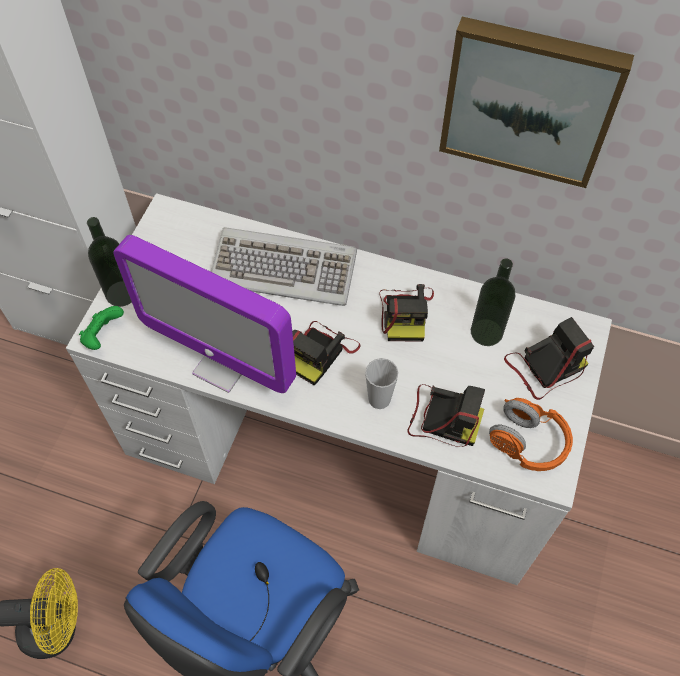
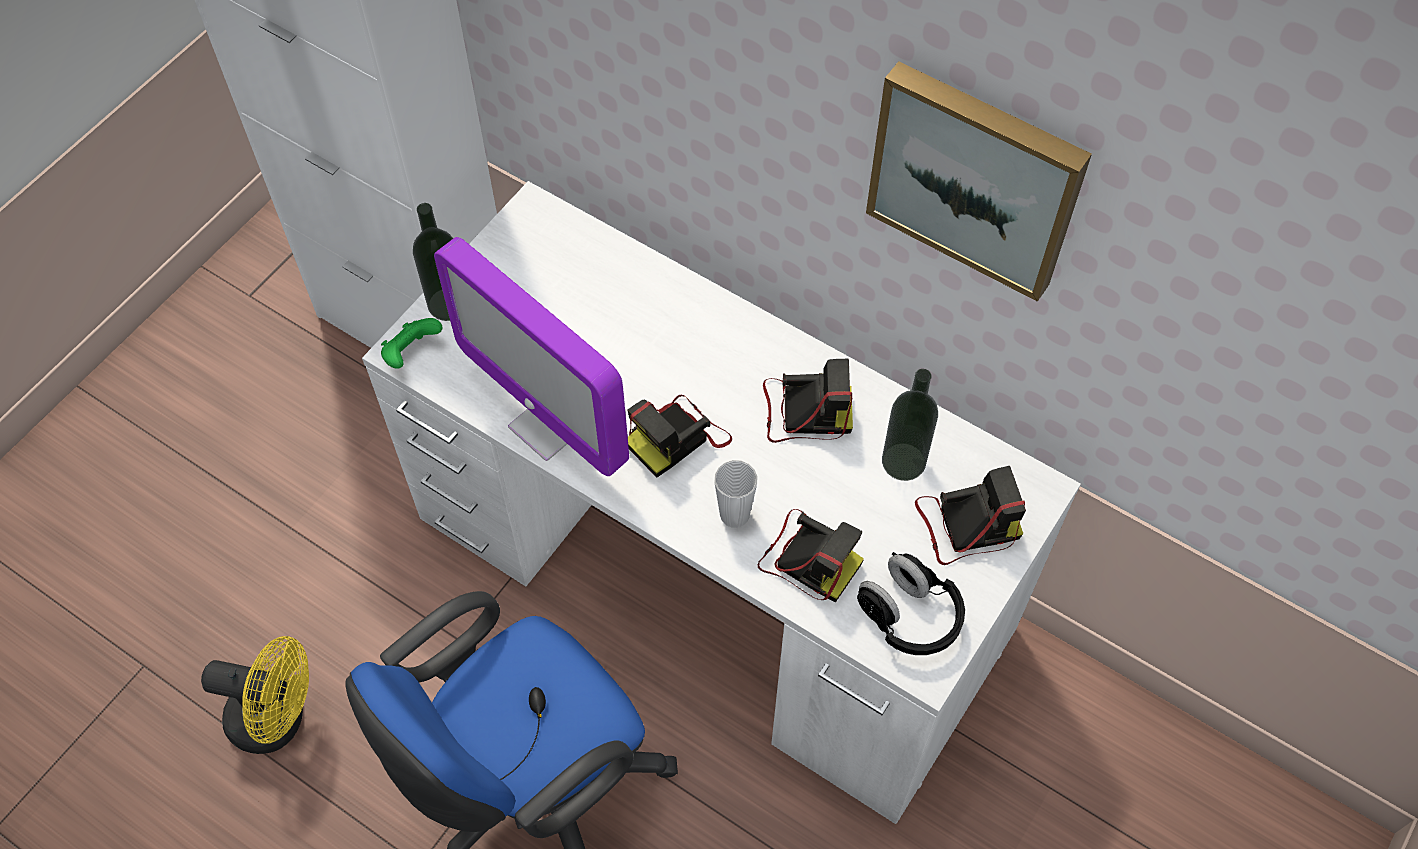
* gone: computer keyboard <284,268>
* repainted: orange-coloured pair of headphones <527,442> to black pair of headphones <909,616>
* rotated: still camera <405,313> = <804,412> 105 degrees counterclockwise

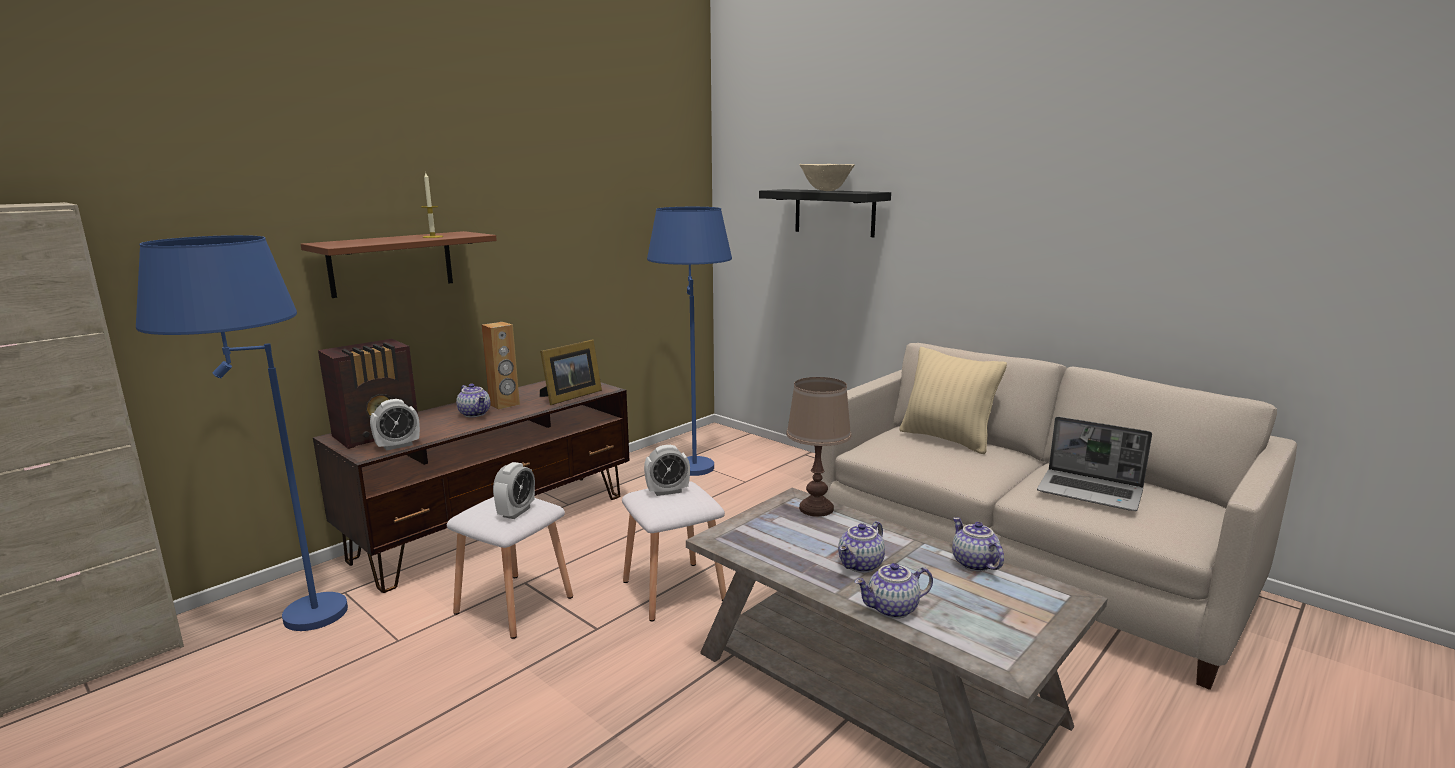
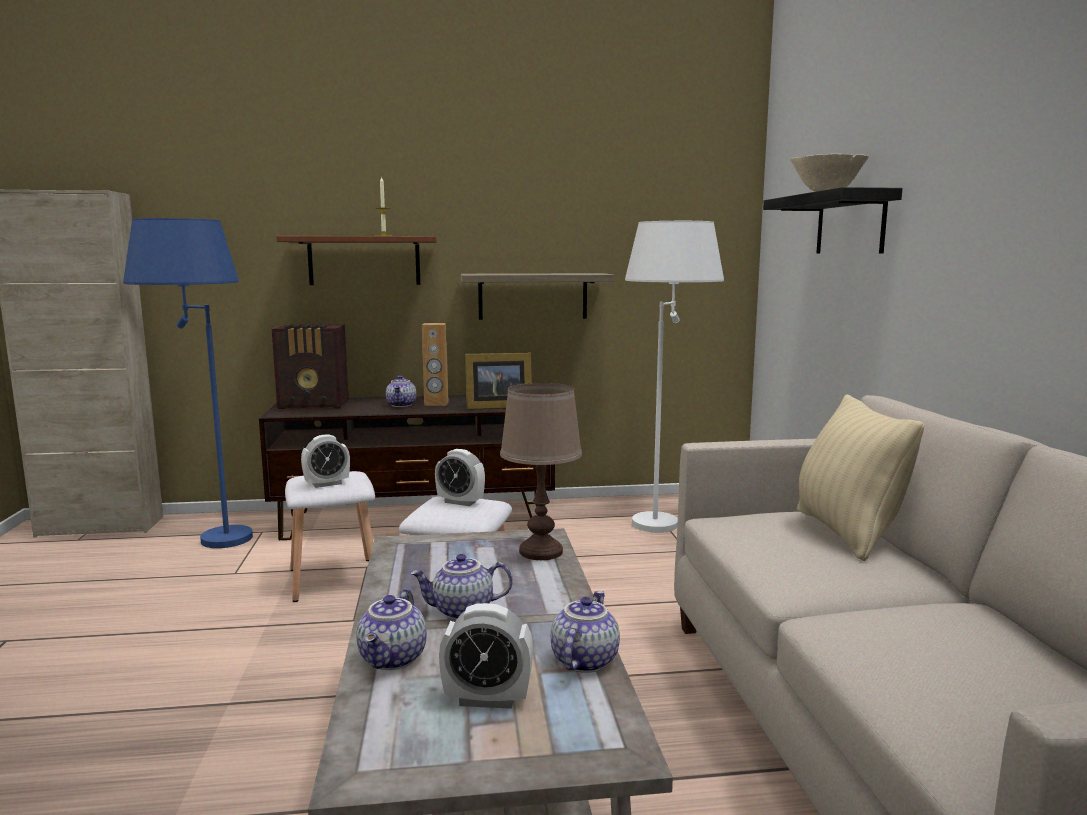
* gone: laptop <1091,492>
* new: wall shelf <533,296>
* shifted: bedside clock <398,446> to <487,699>
* repainted: blue-coloured standard lamp <693,459> to white standard lamp <665,517>
* rotated: teapot <892,609> = <394,659> 105 degrees counterclockwise

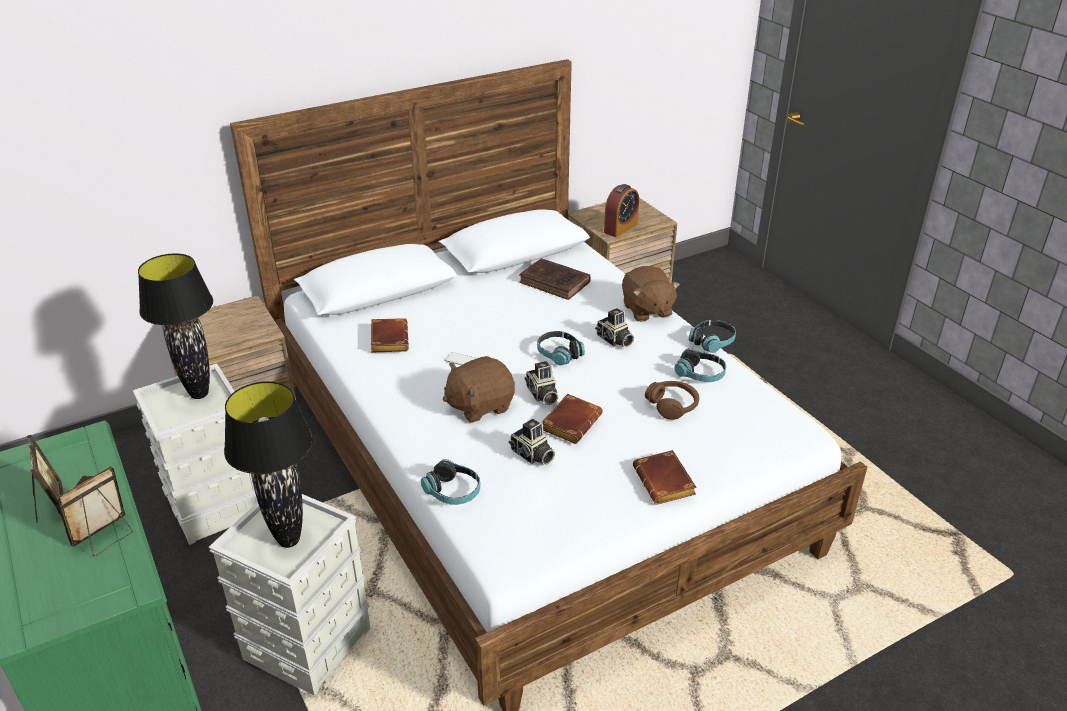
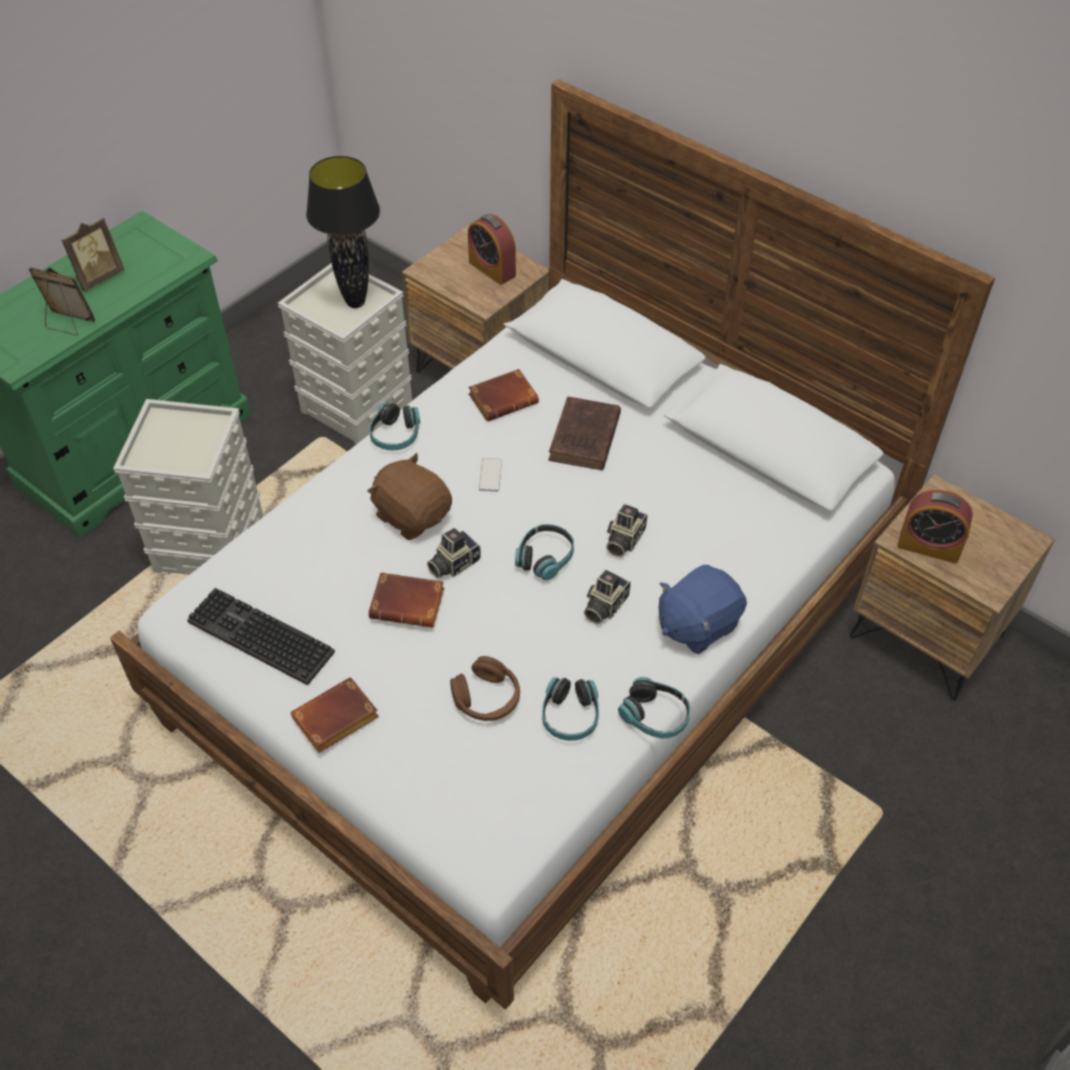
* gone: black lamp for a table <289,540>
* new: computer keyboard <257,638>
* new: bedside clock <492,269>
* shifted: pair of headphones <453,491> to <395,435>
* shifted: still camera <532,455> to <623,540>
* shifted: brownish bound book <556,283> to <584,439>
* repainted: brownish soft toy <646,310> to blue-coloured soft toy <697,624>

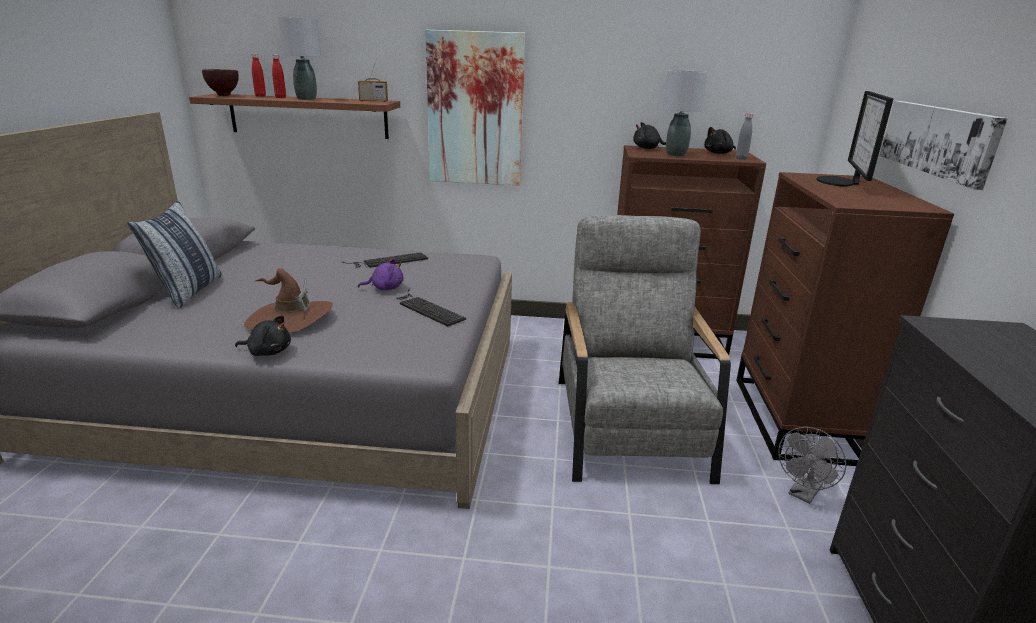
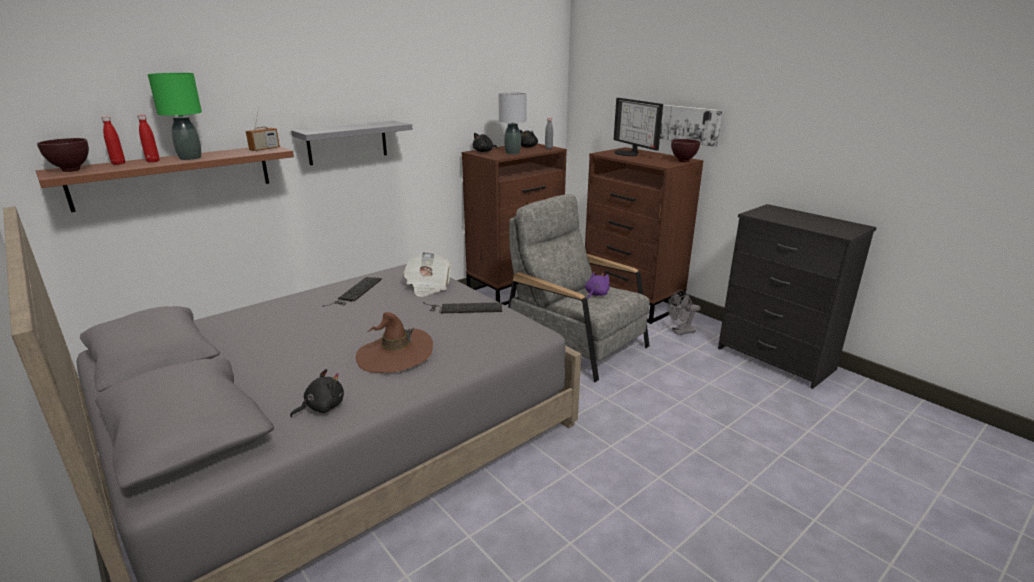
* gone: throw pillow <188,291>
* new: newspaper <428,286>
* new: brownish bowl <684,161>
* shifted: black soft toy <268,352> to <322,407>
* shifted: purplish soft toy <385,288> to <596,294>
* swapped: wall picture <475,110> to gray wall shelf <347,142>
* repainted: gray lamp for a table <307,99> to green lamp for a table <190,158>
* rotated: gray cooling fan <803,494> = <680,332> 75 degrees clockwise

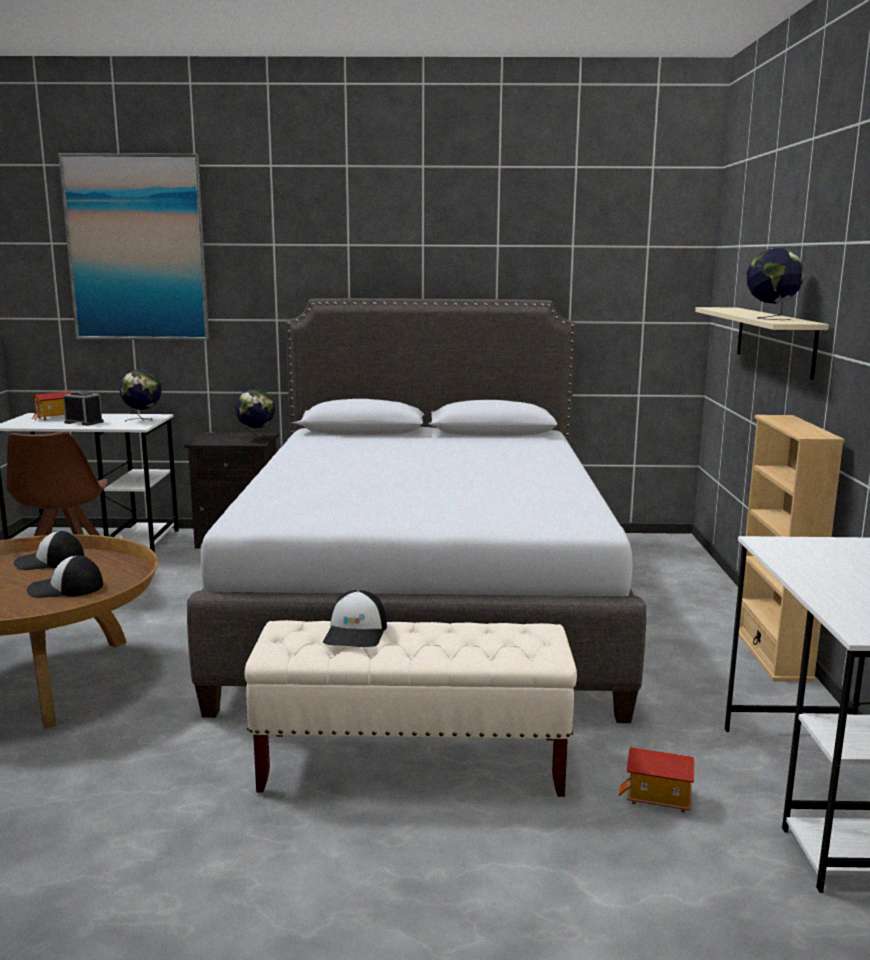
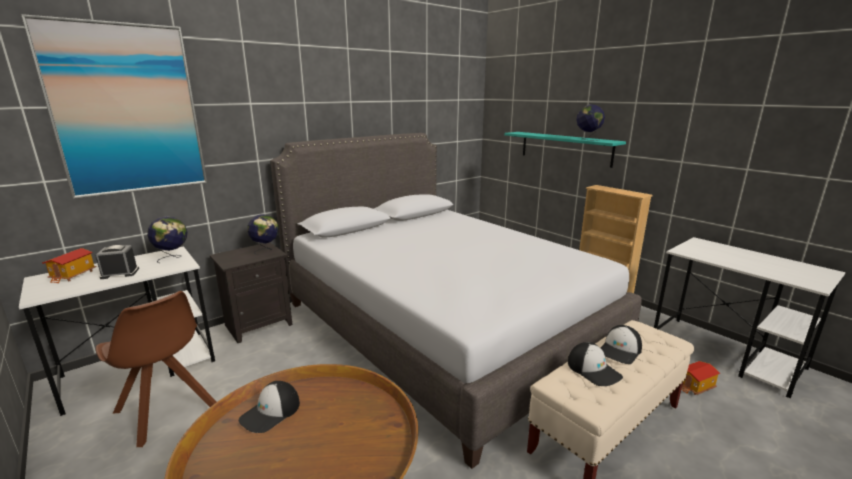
* shifted: cap <65,588> to <620,350>
* repainted: beige-coloured wall shelf <774,340> to turquoise wall shelf <565,148>

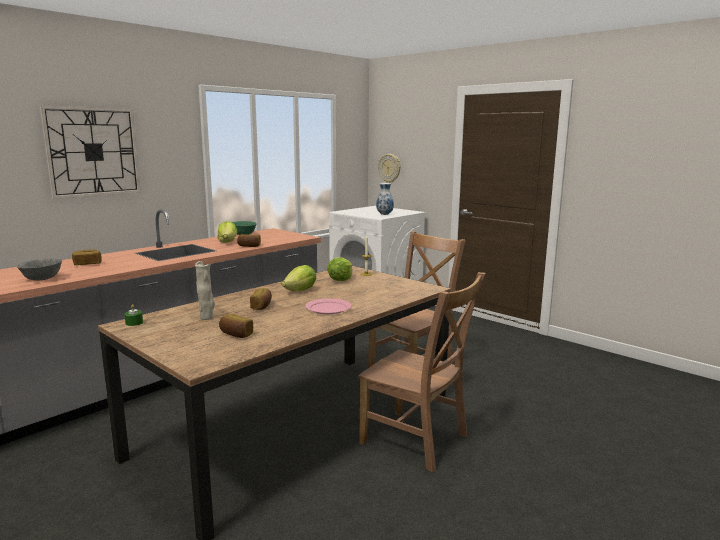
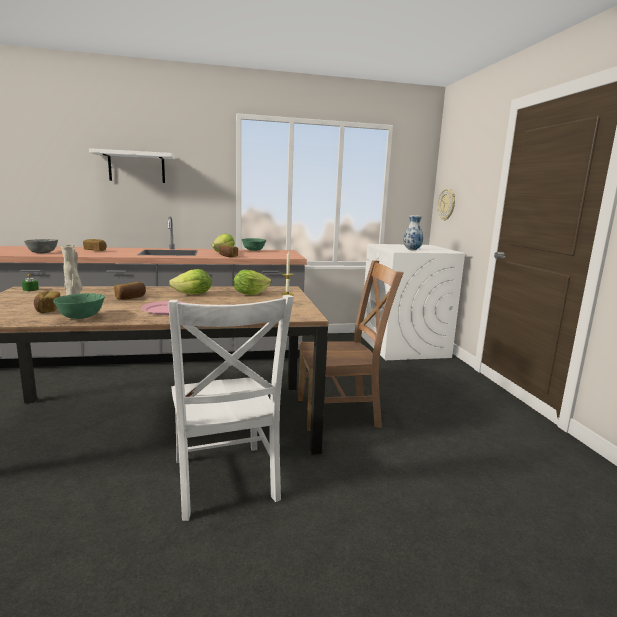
* new: green bowl <80,317>
* swapped: clock on the wall <93,152> to white wall shelf <136,167>
* repainted: brownish plain chair <417,441> to white plain chair <224,482>

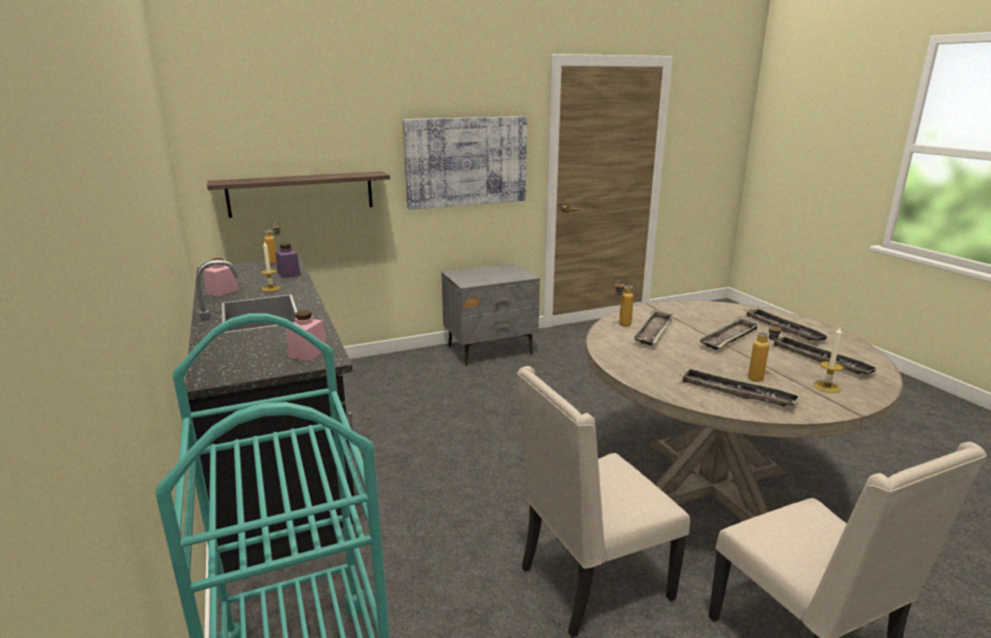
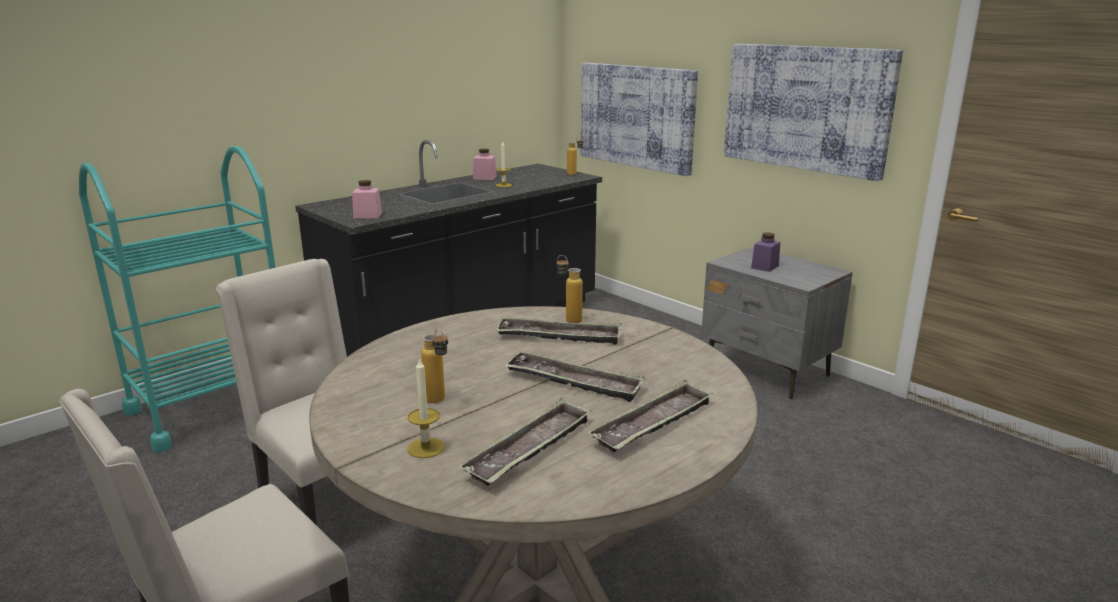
* gone: tray <736,393>
* shifted: purplish storage jar <289,274> to <765,266>
* swapped: wall shelf <301,194> to wall picture <637,116>

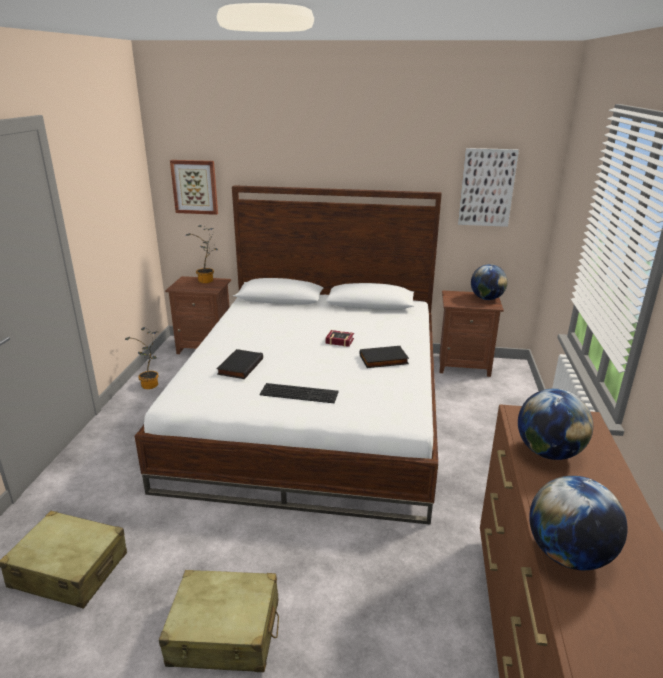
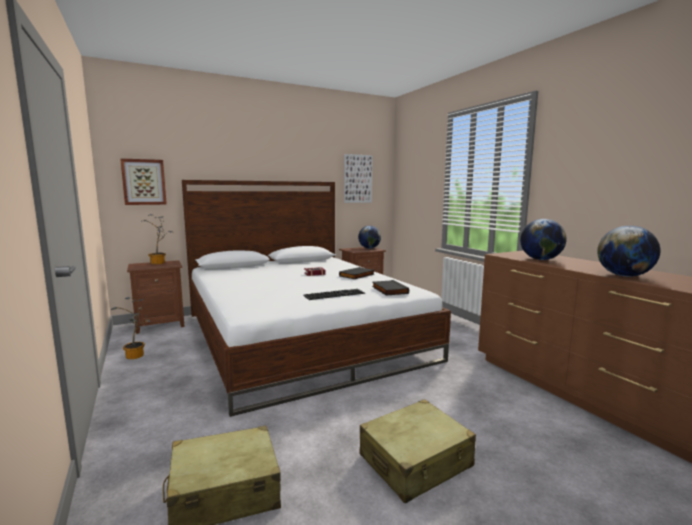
* shifted: black bound book <239,366> to <388,290>

